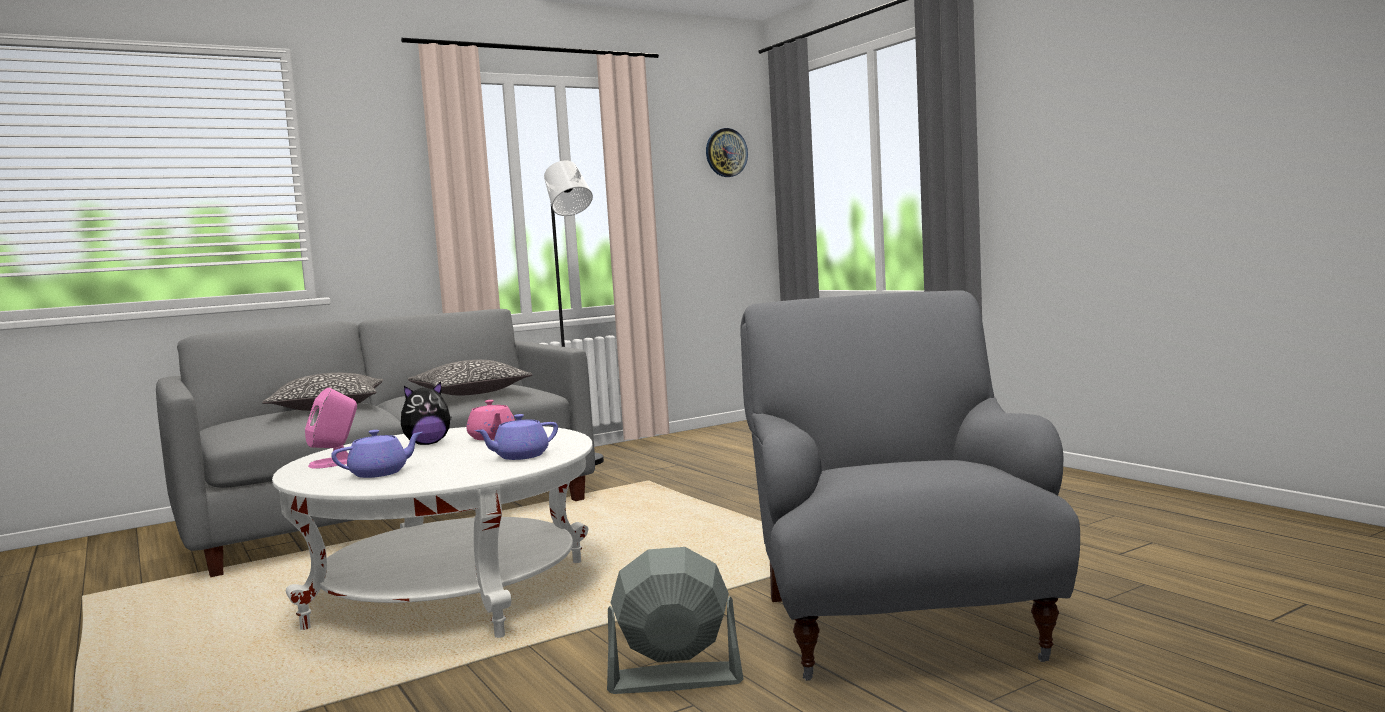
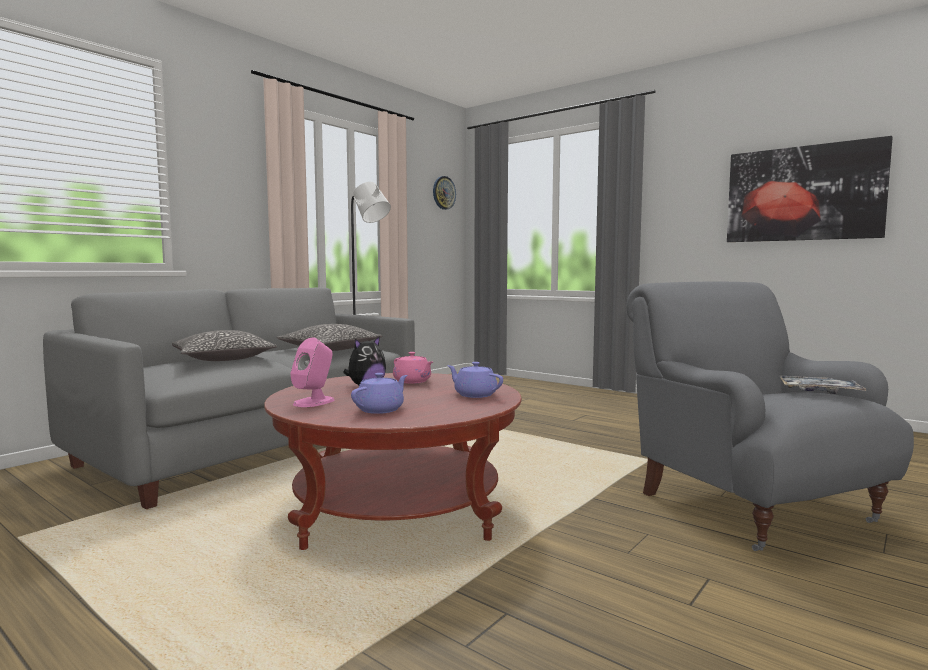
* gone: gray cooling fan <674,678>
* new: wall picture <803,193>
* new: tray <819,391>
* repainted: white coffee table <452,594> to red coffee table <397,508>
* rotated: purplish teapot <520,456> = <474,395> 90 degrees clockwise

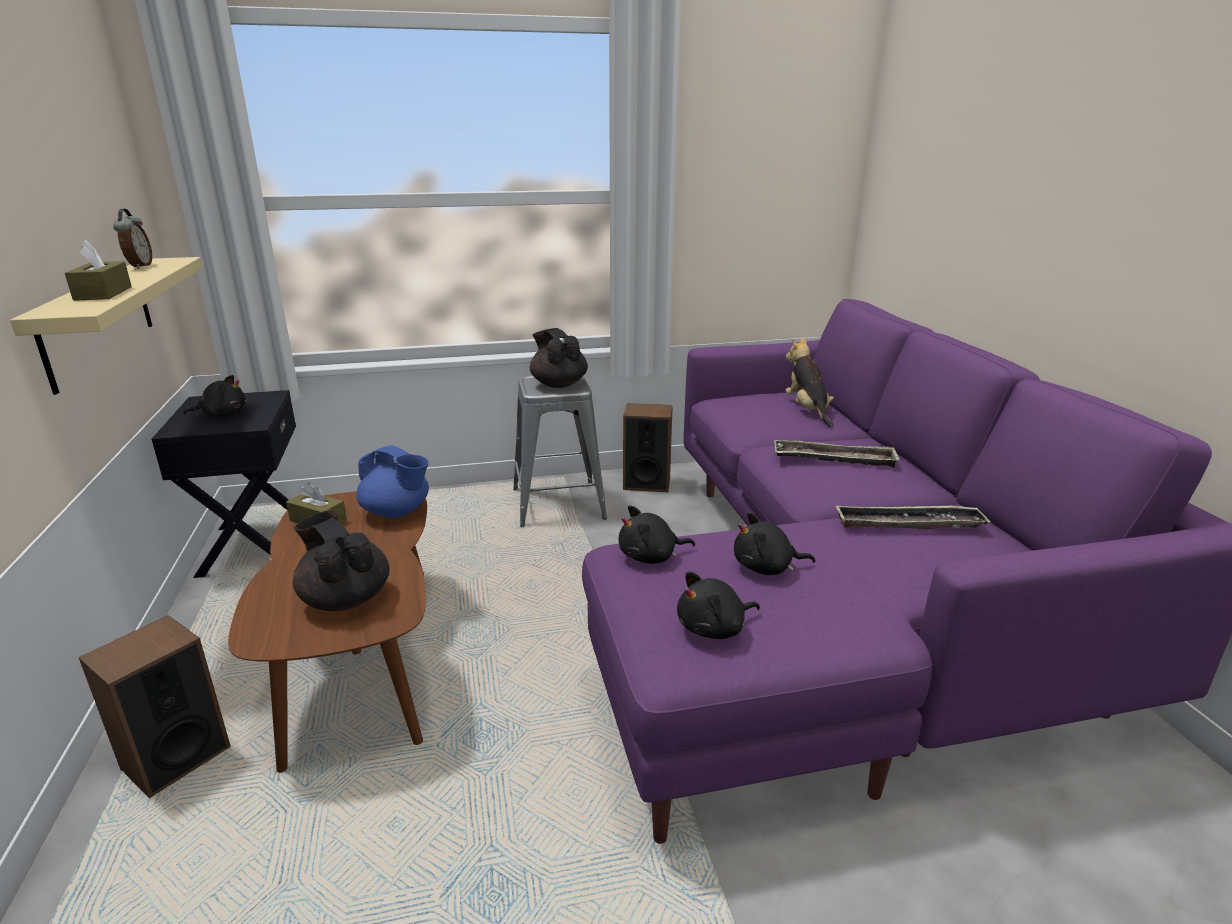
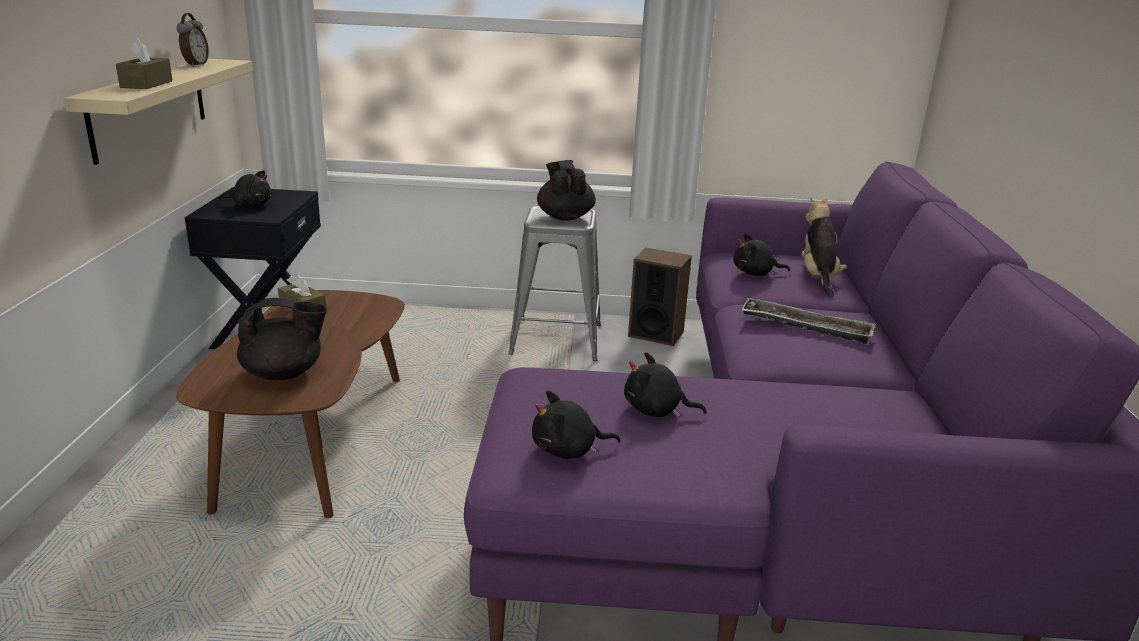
* gone: loudspeaker <176,758>
* gone: blue-coloured teapot <397,512>
* gone: tray <908,524>
* shifted: black soft toy <651,557> to <755,273>
* rotated: black teapot <345,598> = <284,373> 105 degrees clockwise

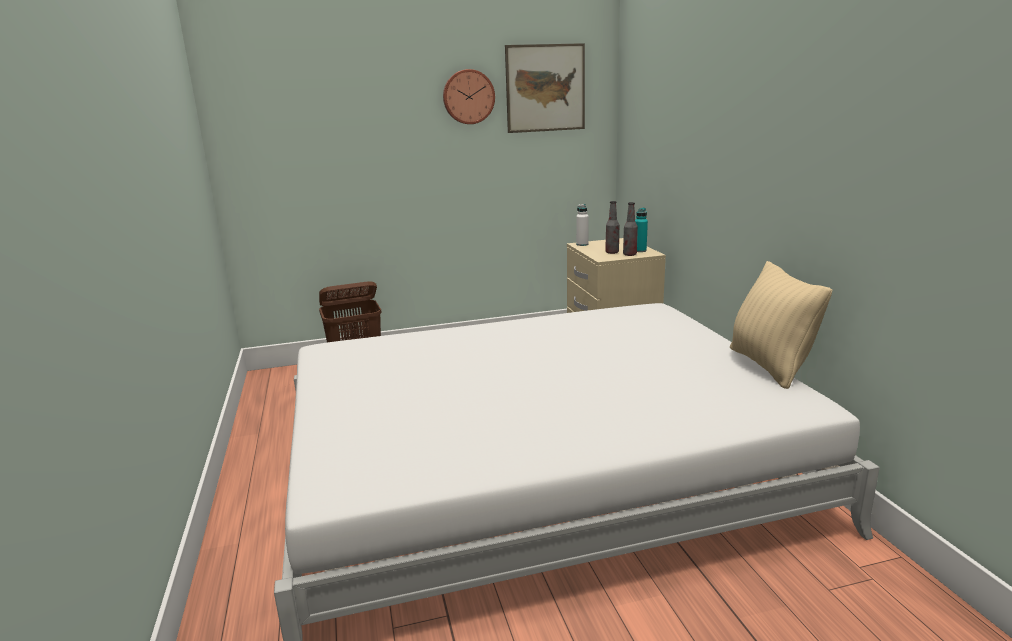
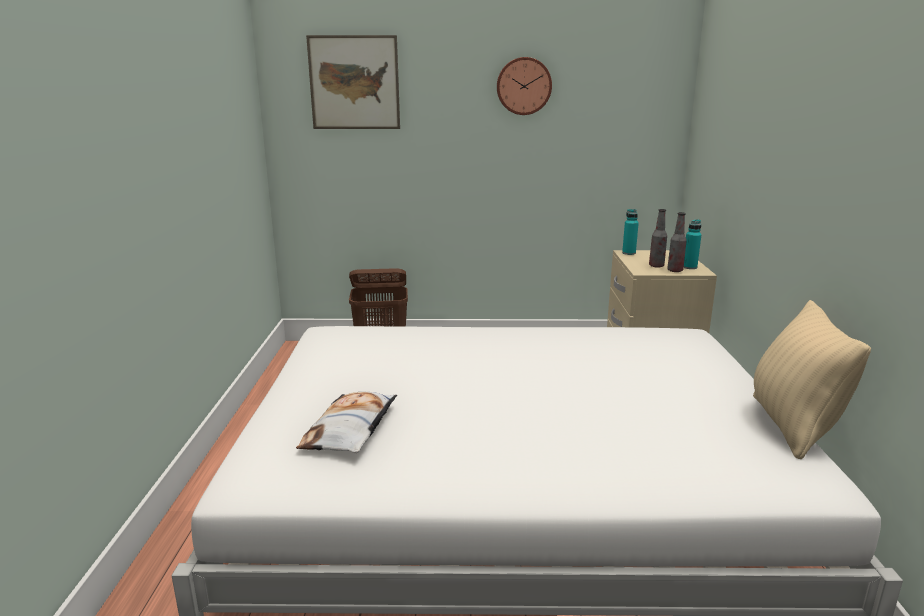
* new: throw pillow <351,430>
* shifted: wall picture <545,88> to <354,83>
* repainted: white beverage bottle <582,244> to turquoise beverage bottle <628,253>

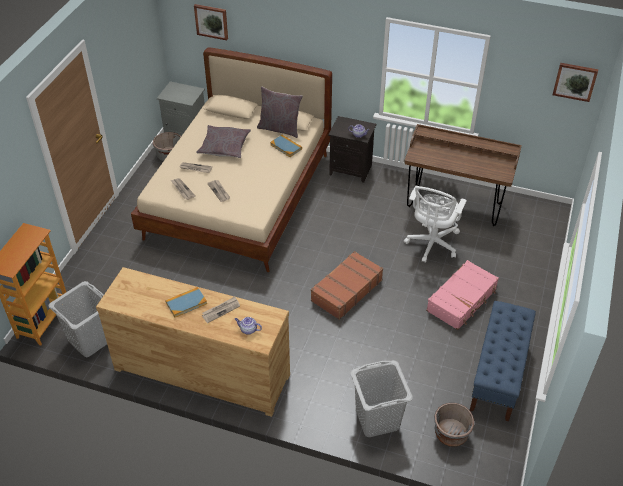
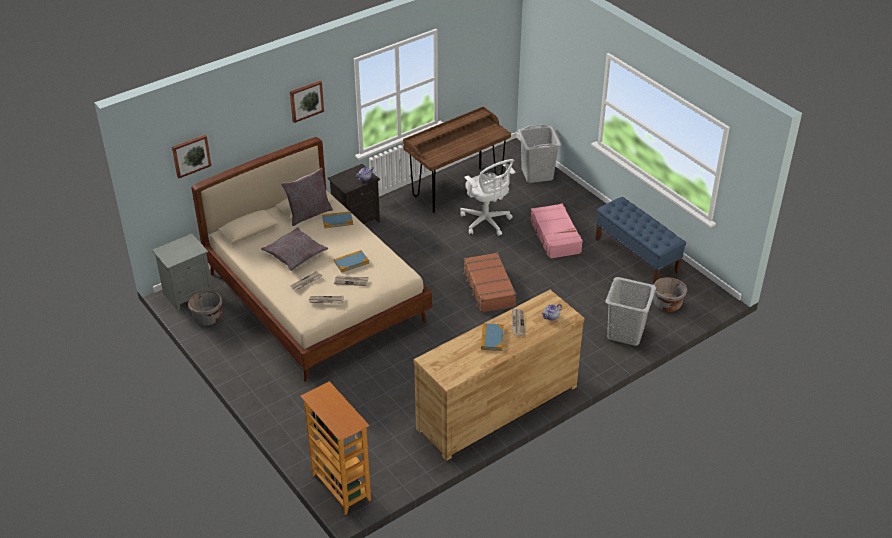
* new: bound book <351,262>
* shifted: gray hamper <91,340> to <537,174>
* shifted: wall picture <575,81> to <306,100>

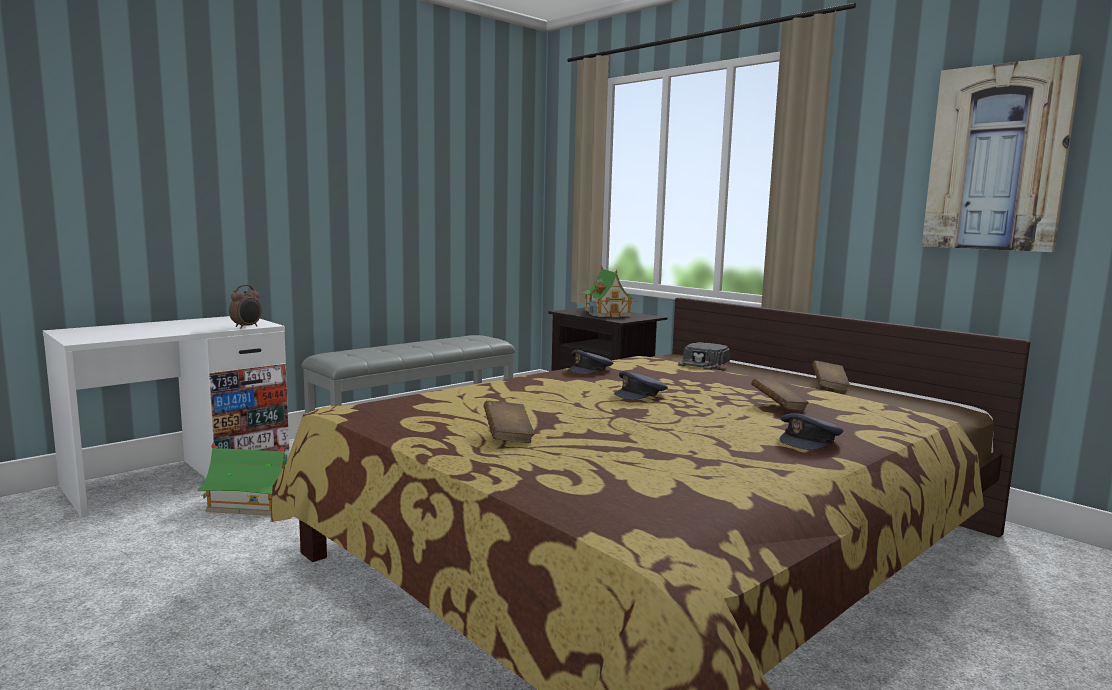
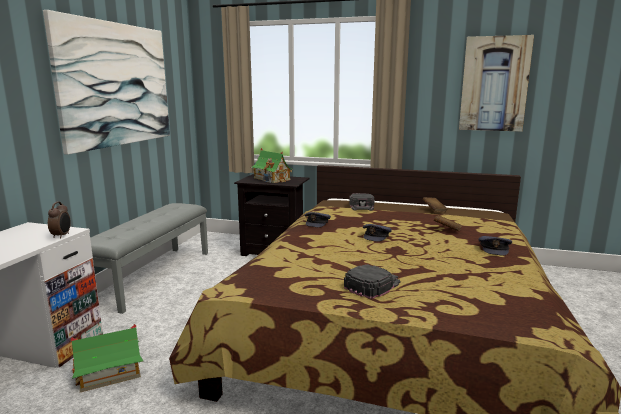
* new: wall picture <116,84>
* swapped: brownish bound book <508,436> to black cap <372,285>

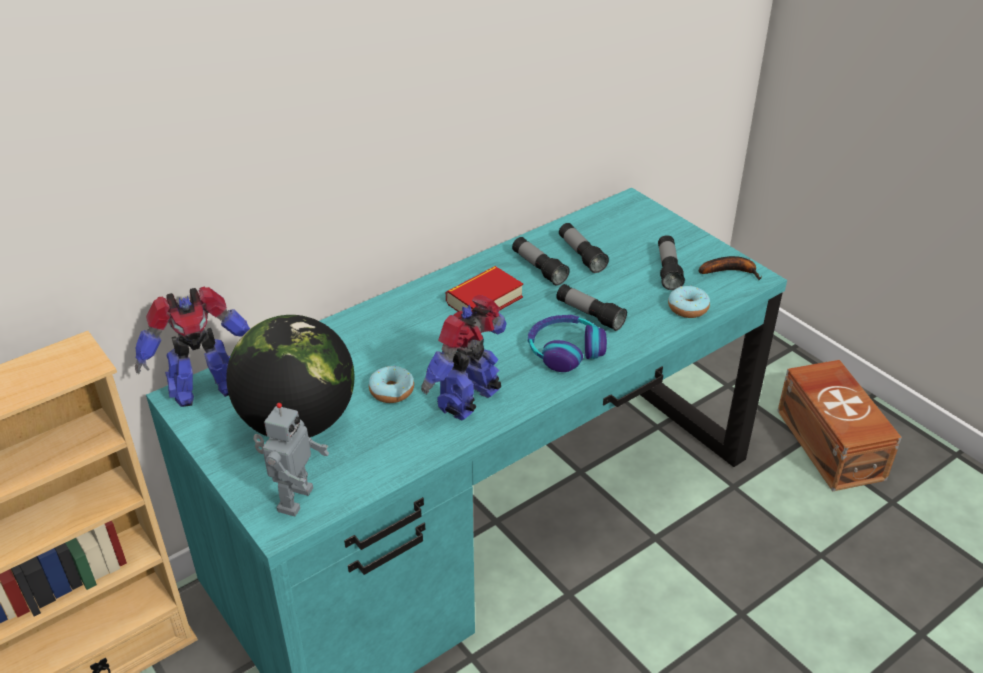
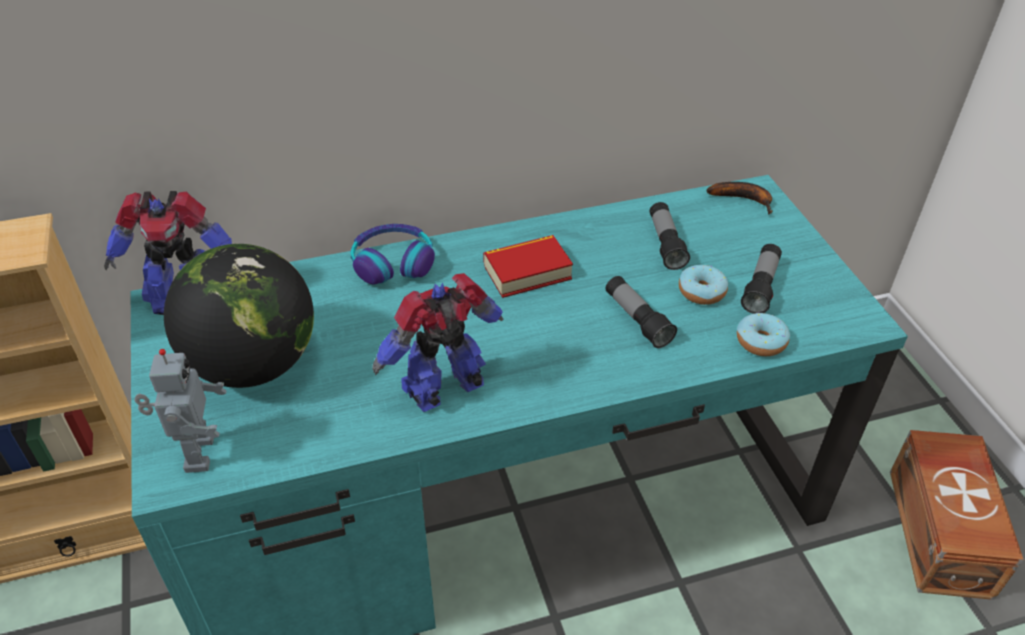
* gone: hand torch <539,268>
* shifted: ring doughnut <392,391> to <701,292>
* shifted: pair of headphones <565,350> to <393,262>
* shifted: banana fruit <731,271> to <744,199>
* rotated: toy robot <293,499> = <197,453> 45 degrees counterclockwise

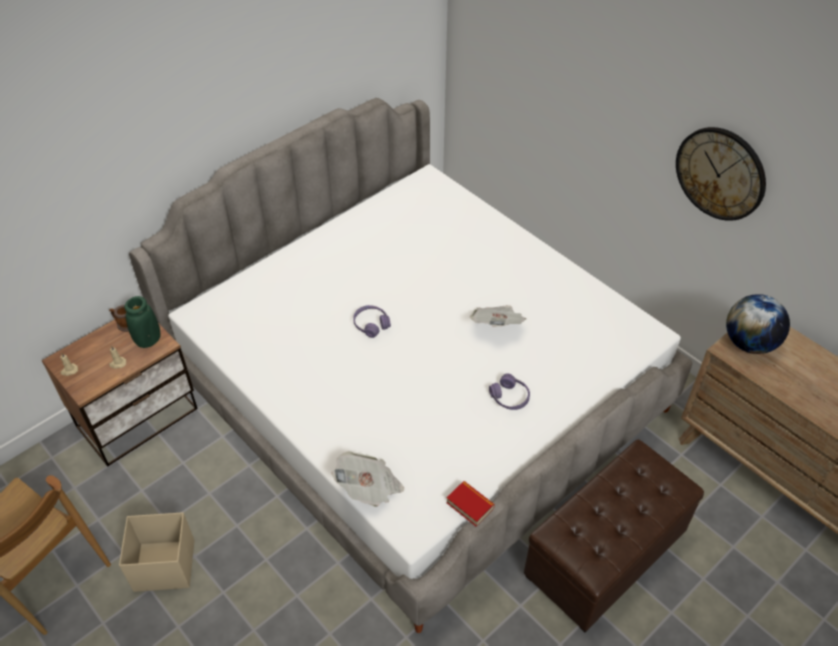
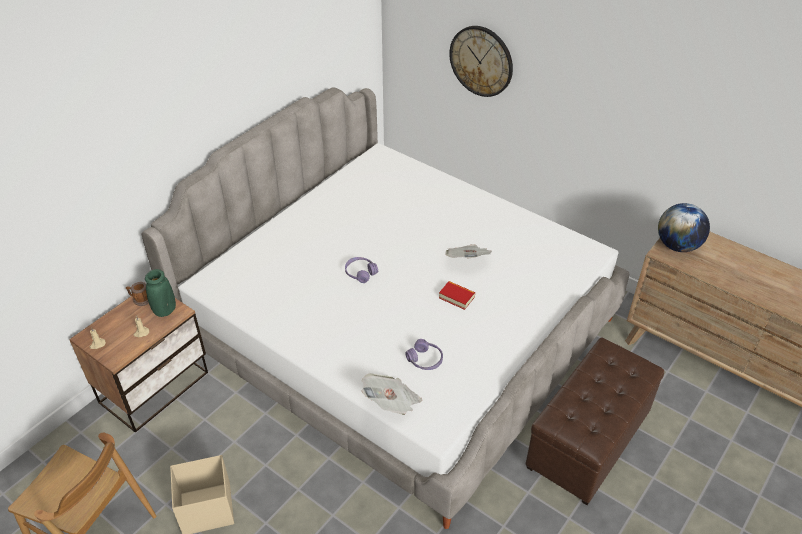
* shifted: bound book <470,505> to <456,297>
* shifted: purplish pair of headphones <509,397> to <425,360>
* shifted: clock on the wall <720,173> to <481,61>

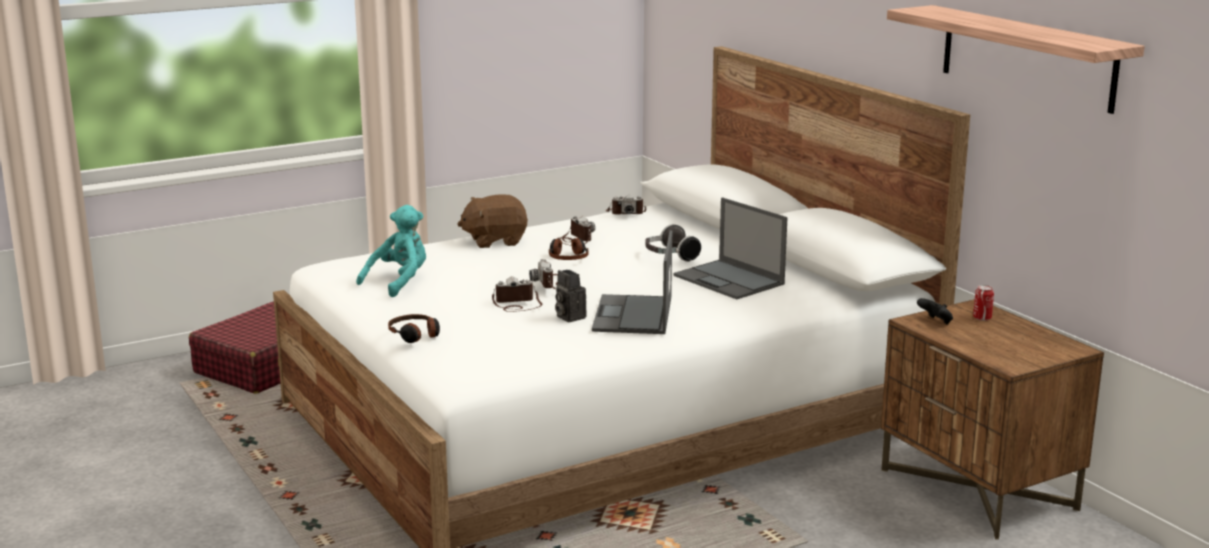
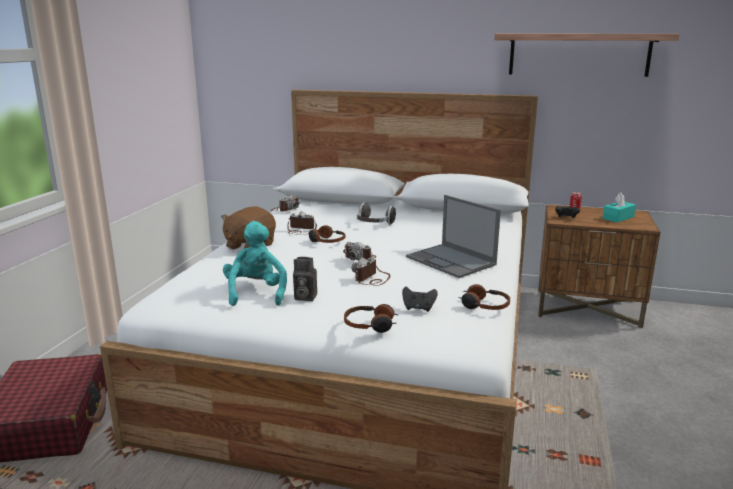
* gone: laptop <730,280>
* new: black gamepad <418,308>
* new: pair of headphones <484,305>
* new: turquoise tissue box <618,218>
* shifted: still camera <568,317> to <304,297>

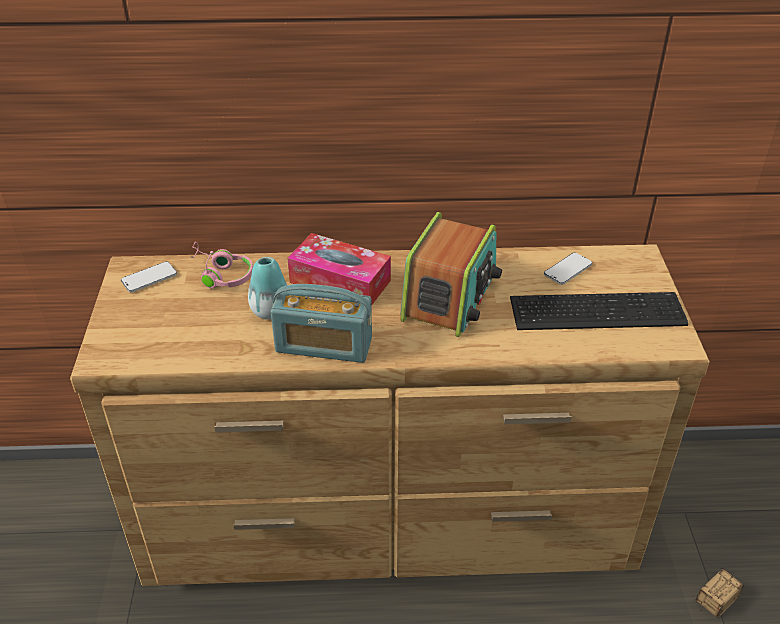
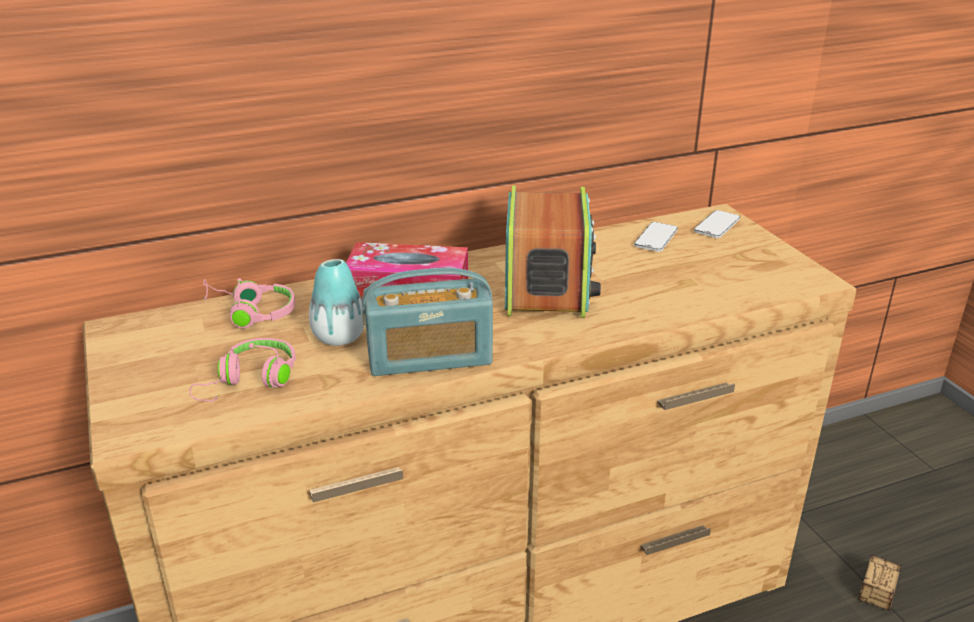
* gone: computer keyboard <594,309>
* new: pink-coloured pair of headphones <251,381>
* shifted: handset <149,278> to <717,226>

